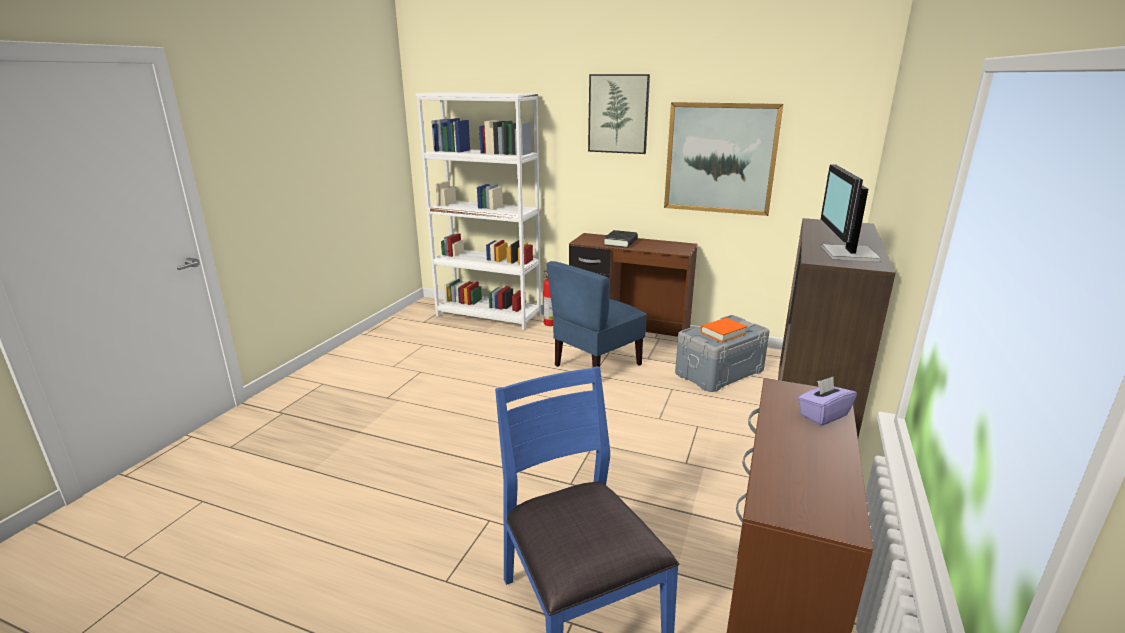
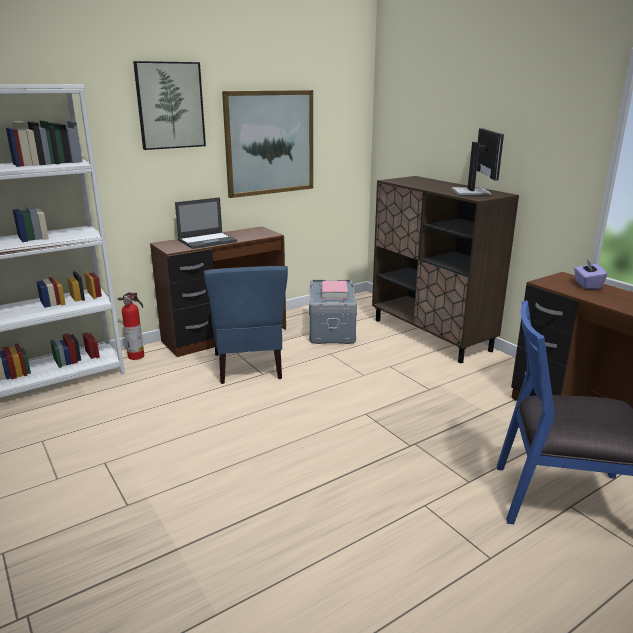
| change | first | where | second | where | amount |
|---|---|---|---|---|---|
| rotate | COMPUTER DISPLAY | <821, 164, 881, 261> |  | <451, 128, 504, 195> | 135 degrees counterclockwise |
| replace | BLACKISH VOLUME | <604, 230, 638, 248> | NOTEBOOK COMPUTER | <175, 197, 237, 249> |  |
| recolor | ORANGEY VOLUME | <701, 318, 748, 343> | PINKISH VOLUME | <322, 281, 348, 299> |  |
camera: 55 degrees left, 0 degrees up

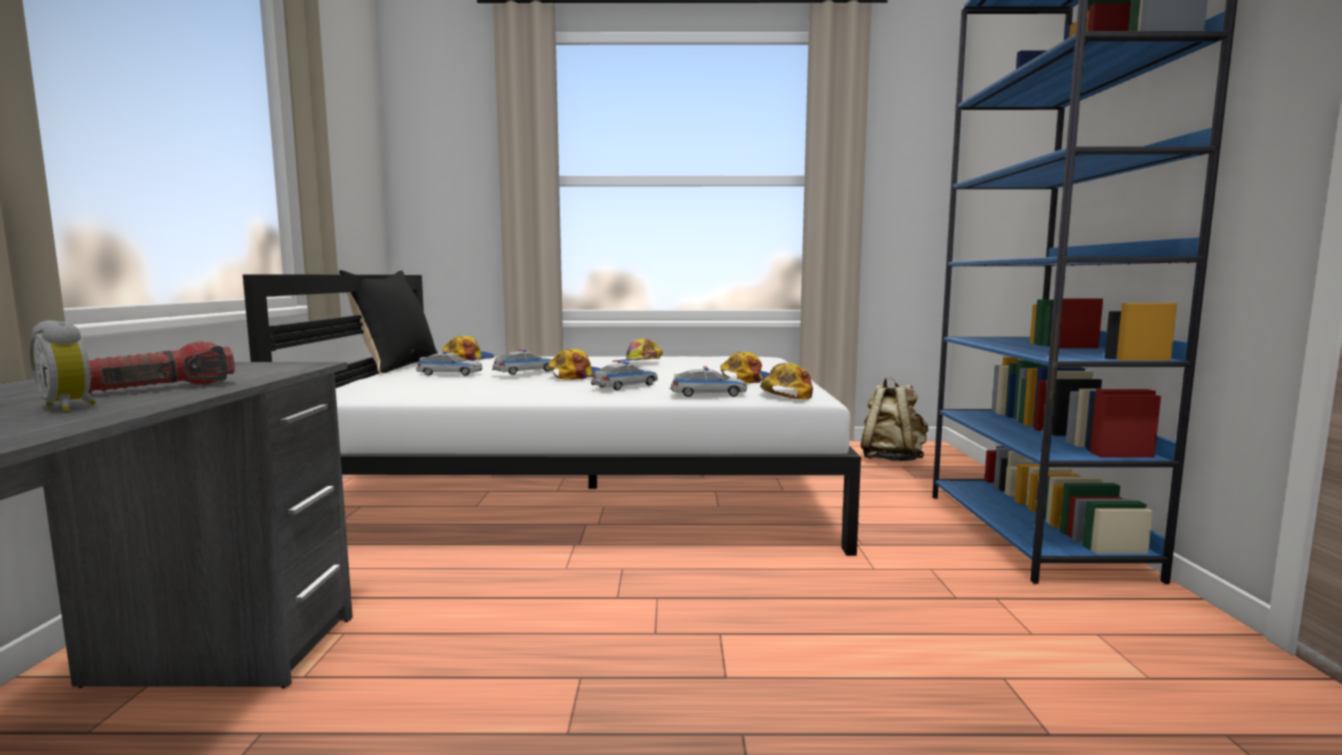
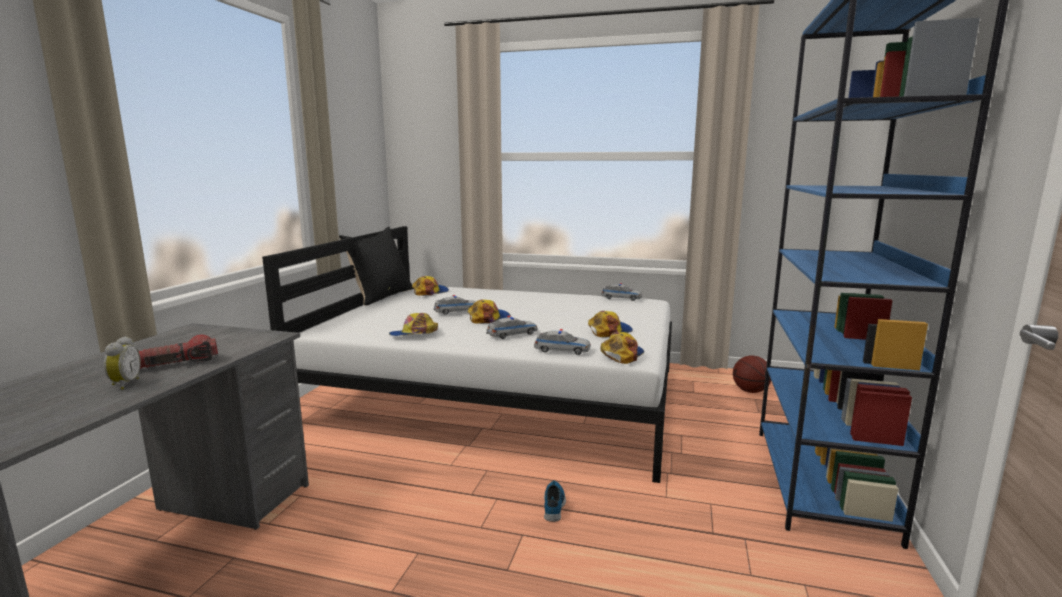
| change | first | where | second | where | amount |
|---|---|---|---|---|---|
| rotate | TABLE CLOCK | <30, 320, 96, 412> |  | <104, 336, 141, 390> | 150 degrees counterclockwise |
| move | PEAKED CAP | <612, 339, 663, 362> |  | <389, 313, 438, 336> |  |
| move | MINIATURE CAR | <416, 351, 483, 376> |  | <601, 283, 642, 301> |  |
| replace | BEIGE RUCKSACK | <861, 377, 928, 461> | BASKETBALL BALL | <733, 356, 771, 393> |  |
| insert |  |  | SHOE | <544, 480, 566, 522> |  |
camera: 15 degrees right, 5 degrees up

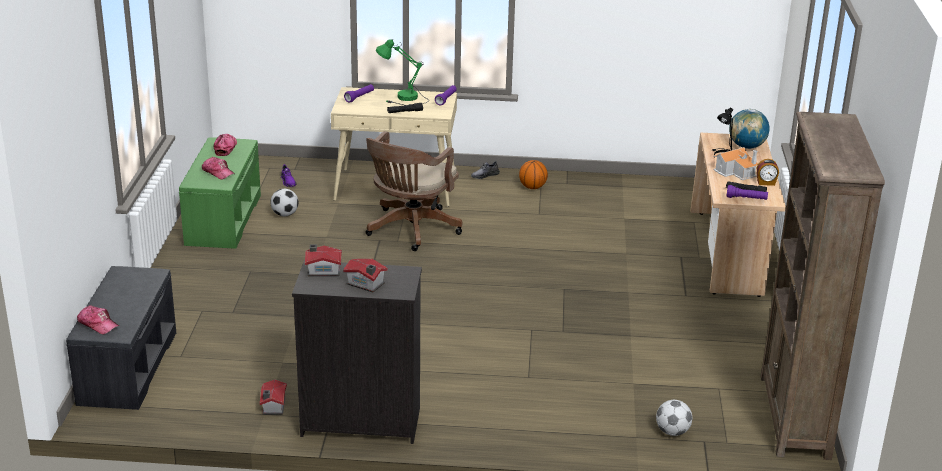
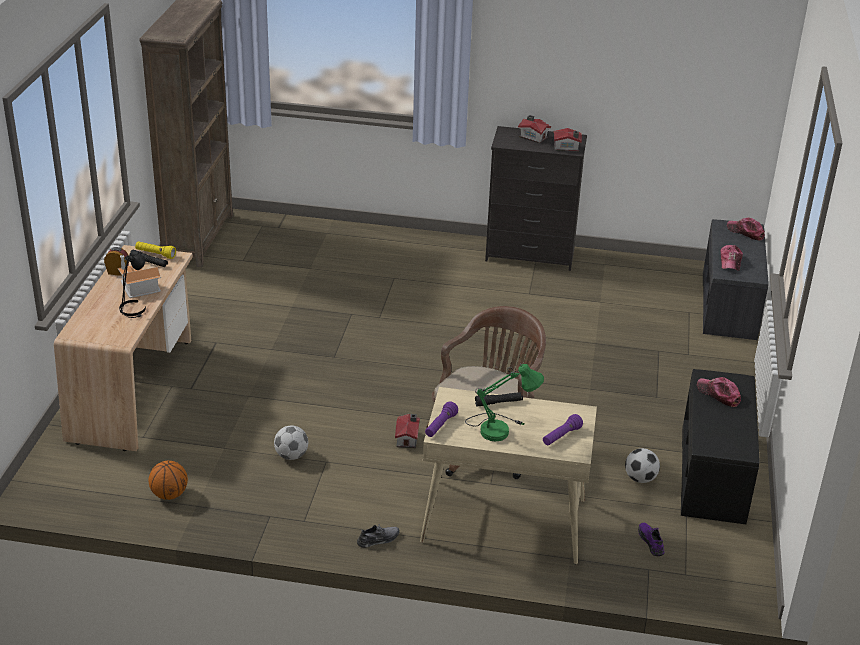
| change | first | where | second | where | amount |
|---|---|---|---|---|---|
| delete | GLOBE | <729, 109, 770, 149> |  |  |  |
| move | PEAKED CAP | <213, 134, 237, 156> |  | <721, 245, 743, 271> |  |
| recolor | GREEN-COLOURED BENCH | <179, 137, 261, 249> | BLACKISH BENCH | <681, 369, 760, 524> |  |
| move | BASKETBALL BALL | <519, 160, 548, 189> |  | <148, 461, 188, 500> |  |
| recolor | PURPLE FLASHLIGHT | <726, 185, 768, 200> | YELLOWISH FLASHLIGHT | <135, 241, 176, 259> |  |
| move | TOY HOUSE | <260, 379, 287, 415> |  | <395, 414, 420, 448> |  |
| move | FOOTBALL BALL | <656, 400, 692, 436> |  | <274, 425, 308, 460> |  |
camera: 175 degrees left, 5 degrees up

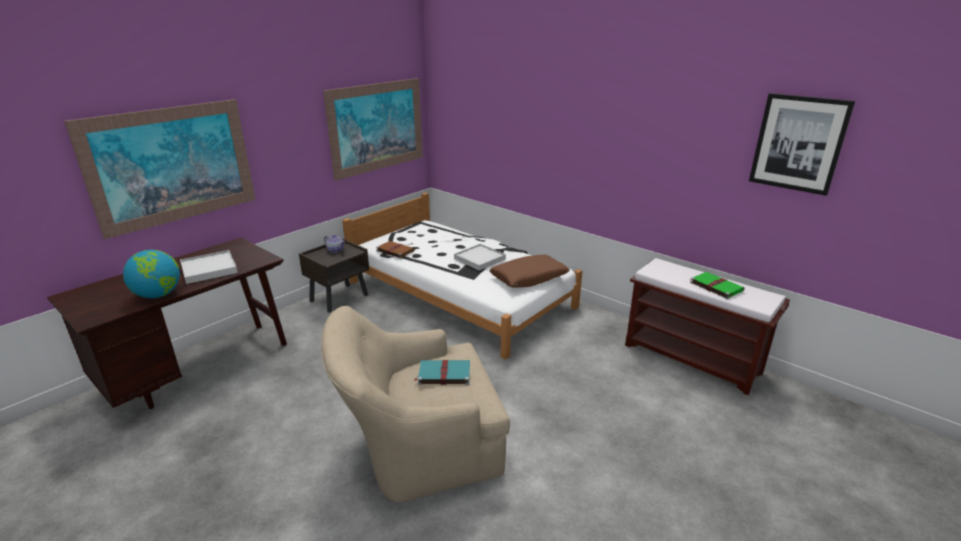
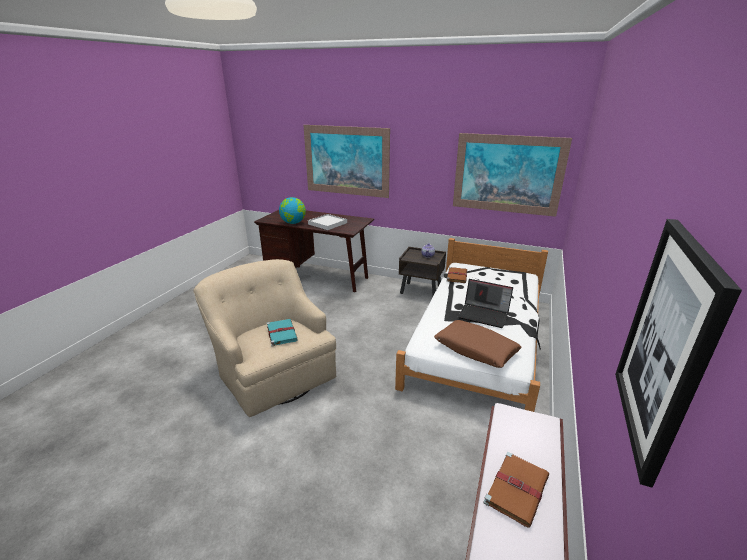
| change | first | where | second | where | amount |
|---|---|---|---|---|---|
| replace | WHITISH CARRYING TRAY | <454, 244, 506, 271> | NOTEBOOK COMPUTER | <458, 279, 513, 328> |  |
| recolor | GREEN-COLOURED VOLUME | <690, 272, 745, 299> | BROWN-COLOURED VOLUME | <483, 452, 549, 528> |  |
camera: 70 degrees right, 0 degrees up

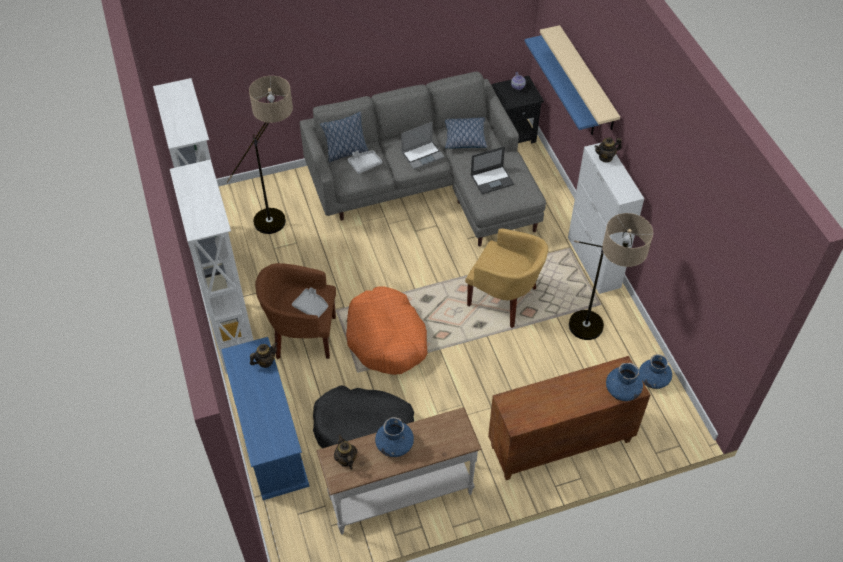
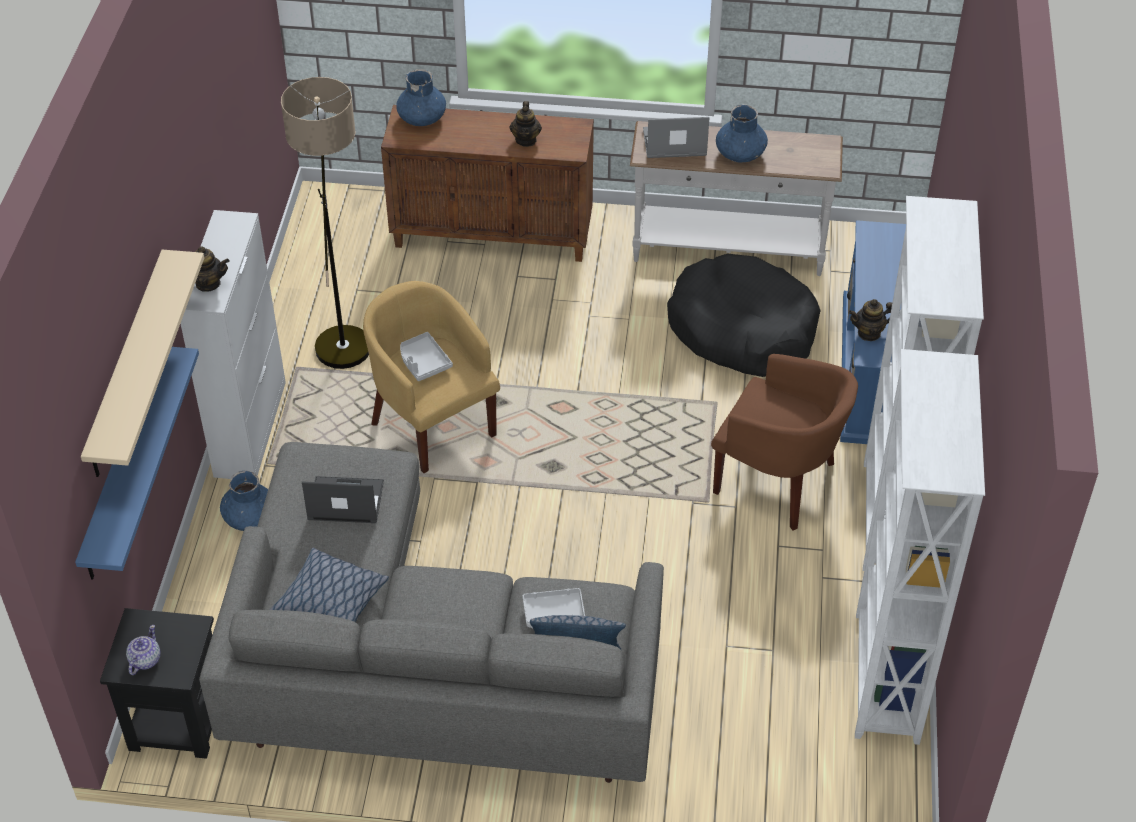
| change | first | where | second | where | amount |
|---|---|---|---|---|---|
| delete | STANDARD LAMP | <227, 76, 293, 234> |  |  |  |
| move | NOTEBOOK COMPUTER | <401, 122, 444, 169> |  | <643, 117, 709, 158> |  |
| delete | ORANGEY DOG BED | <346, 286, 428, 375> |  |  |  |
| move | GREY CARRYING TRAY | <292, 287, 328, 318> |  | <400, 332, 453, 381> |  |
| move | BLUE-COLOURED FLOWER VASE | <639, 354, 672, 389> |  | <220, 471, 268, 531> |  |
| move | TEA POT | <334, 434, 357, 470> |  | <510, 101, 542, 147> |  |
camera: 155 degrees left, 5 degrees down

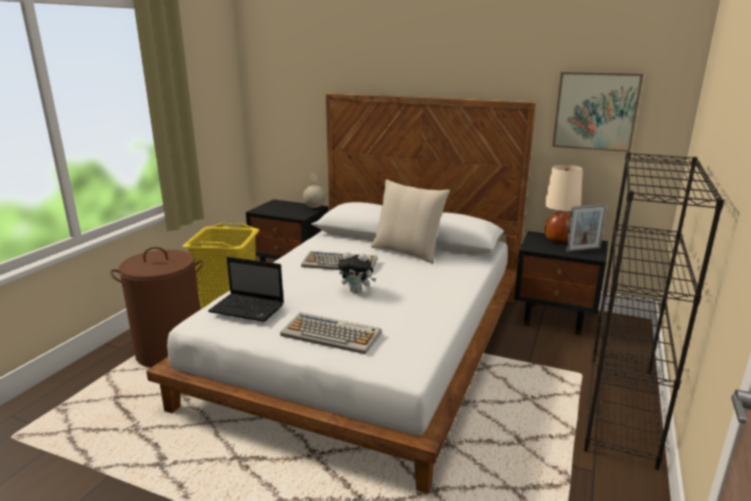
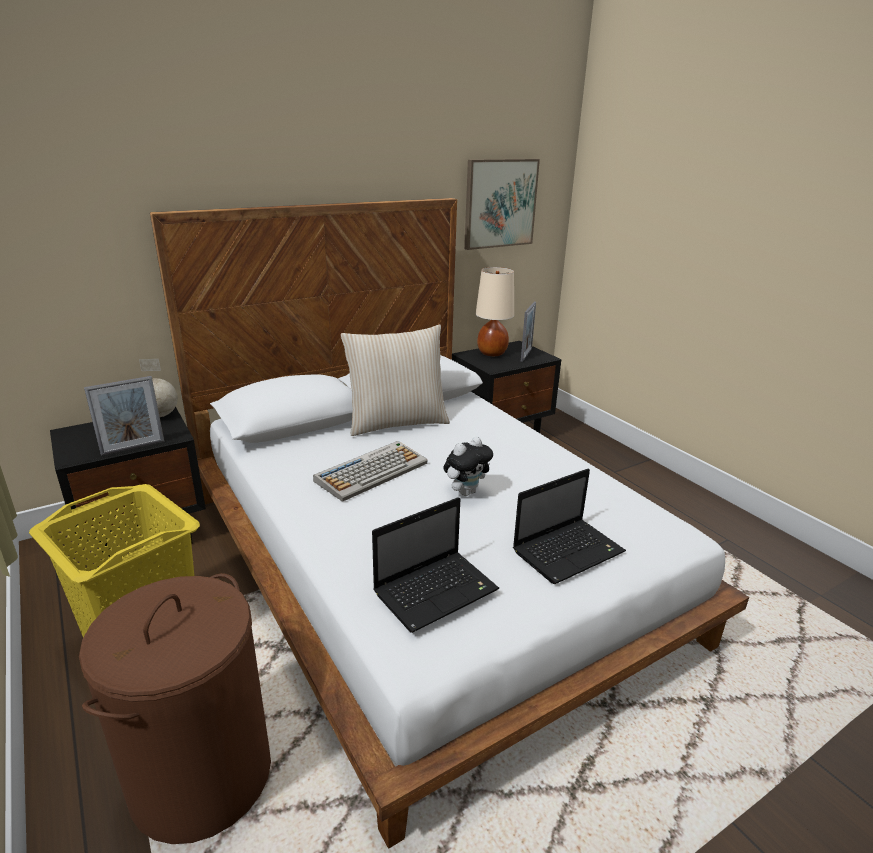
| change | first | where | second | where | amount |
|---|---|---|---|---|---|
| delete | BLACKISH BOOKSHELF | <584, 152, 724, 470> |  |  |  |
| replace | PC KEYBOARD | <280, 312, 381, 354> | NOTEBOOK COMPUTER | <513, 469, 626, 584> |  |
| insert |  |  | PHOTO FRAME | <84, 376, 164, 456> |  |
camera: 55 degrees left, 5 degrees up

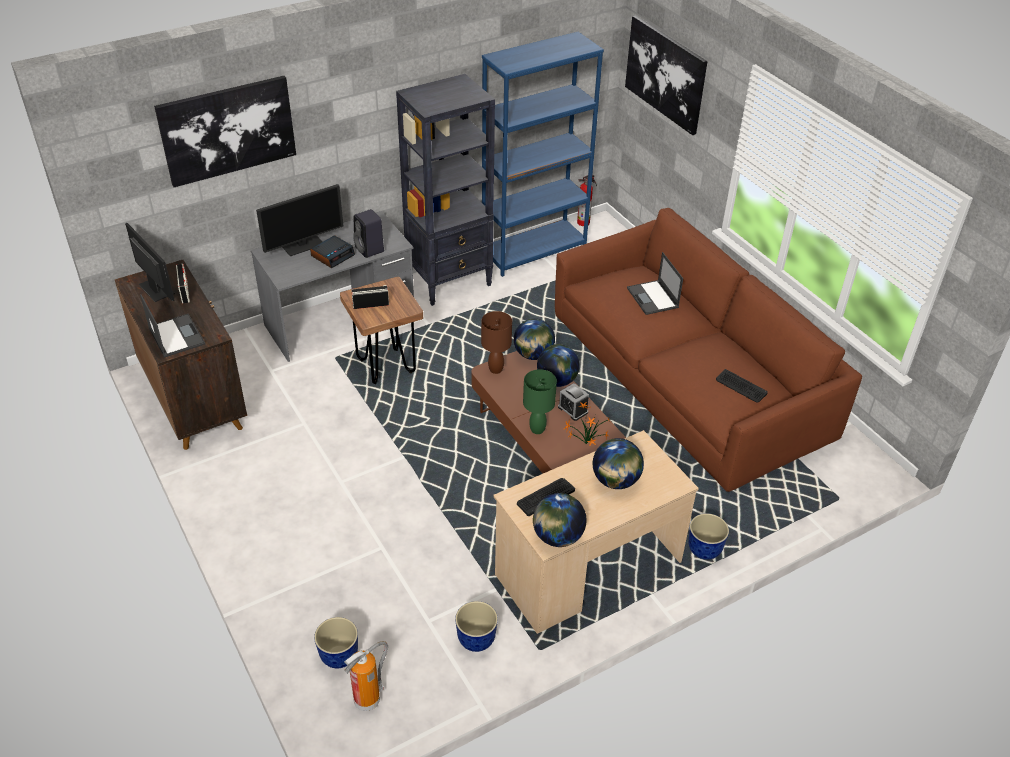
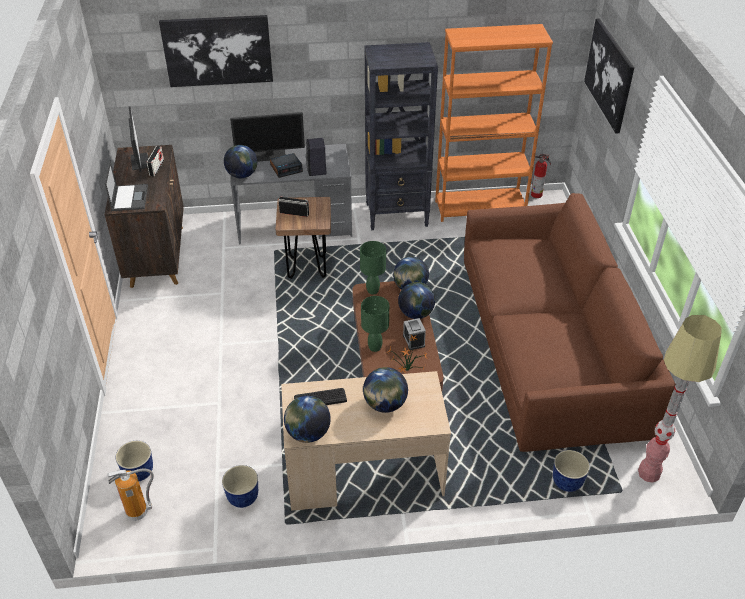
| change | first | where | second | where | amount |
|---|---|---|---|---|---|
| recolor | BLUE-COLOURED BOOKSHELF | <482, 32, 604, 277> | ORANGEY BOOKSHELF | <435, 24, 553, 222> |  |
| delete | NOTEBOOK COMPUTER | <627, 252, 683, 315> |  |  |  |
| recolor | BROWN-COLOURED TABLE LAMP | <481, 311, 512, 374> | GREEN-COLOURED TABLE LAMP | <360, 241, 386, 295> |  |
| delete | PC KEYBOARD | <716, 369, 768, 402> |  |  |  |
| move | PLANTER | <688, 513, 729, 560> |  | <553, 450, 590, 492> |  |
| insert |  |  | GLOBE | <224, 145, 257, 178> |  |
| insert |  |  | STANDARD LAMP | <638, 315, 722, 483> |  |
camera: 25 degrees right, 0 degrees up

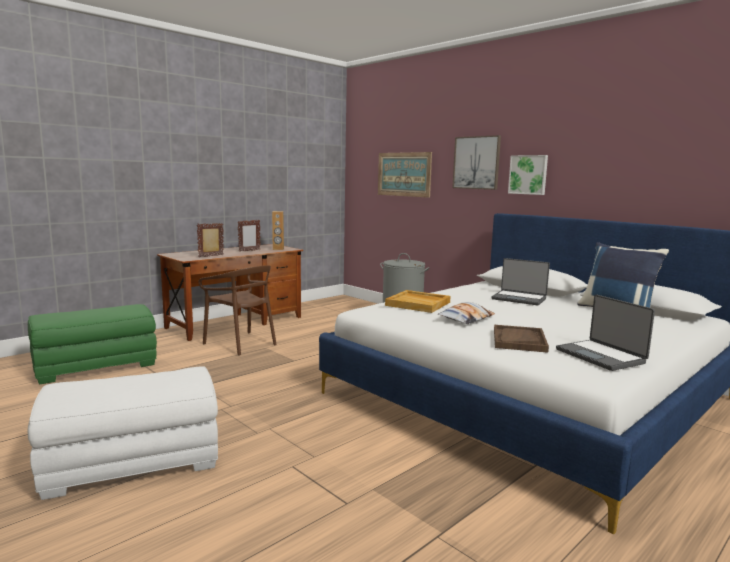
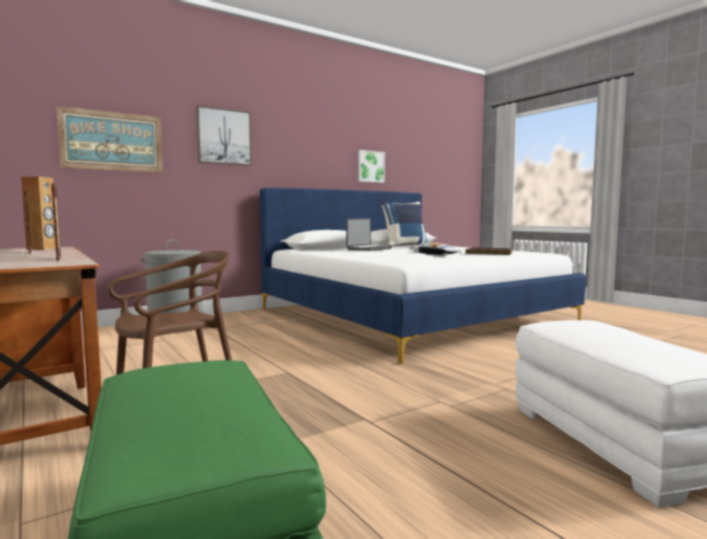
| change | first | where | second | where | amount |
|---|---|---|---|---|---|
| move | PICTURE | <508, 155, 548, 195> |  | <358, 150, 385, 183> |  |
| delete | BEIGE CARRYING TRAY | <385, 290, 451, 313> |  |  |  |
| delete | NOTEBOOK COMPUTER | <556, 295, 655, 371> |  |  |  |
camera: 80 degrees left, 5 degrees down

